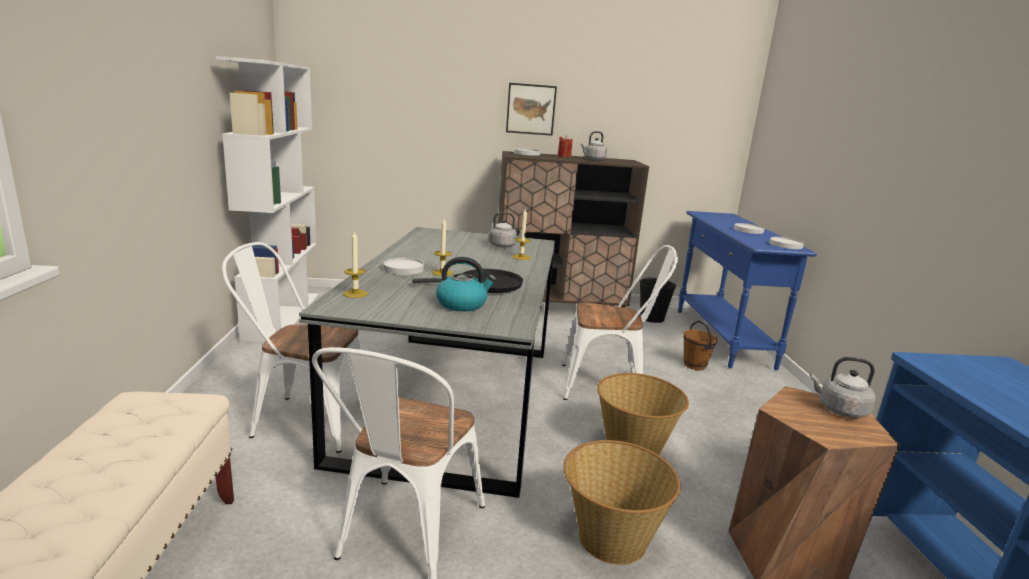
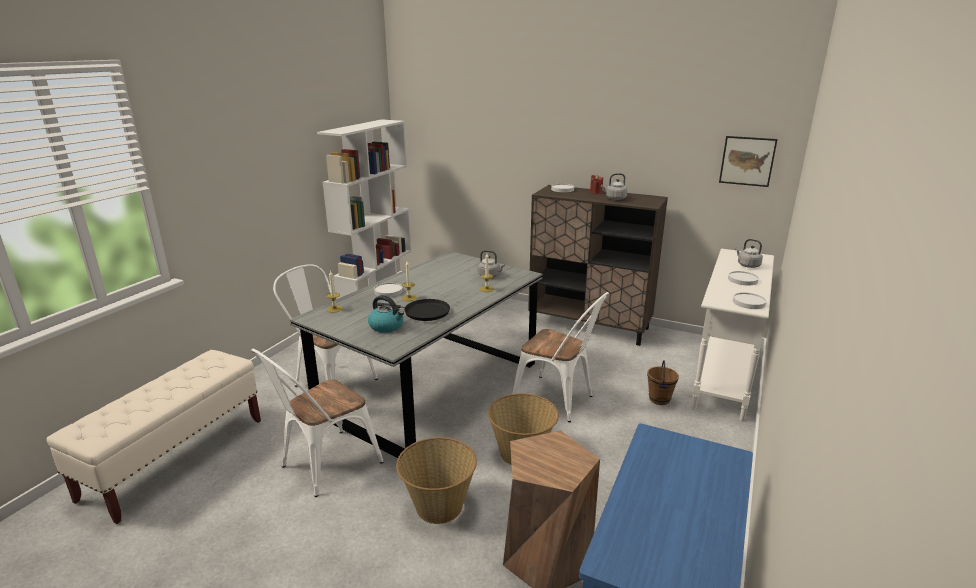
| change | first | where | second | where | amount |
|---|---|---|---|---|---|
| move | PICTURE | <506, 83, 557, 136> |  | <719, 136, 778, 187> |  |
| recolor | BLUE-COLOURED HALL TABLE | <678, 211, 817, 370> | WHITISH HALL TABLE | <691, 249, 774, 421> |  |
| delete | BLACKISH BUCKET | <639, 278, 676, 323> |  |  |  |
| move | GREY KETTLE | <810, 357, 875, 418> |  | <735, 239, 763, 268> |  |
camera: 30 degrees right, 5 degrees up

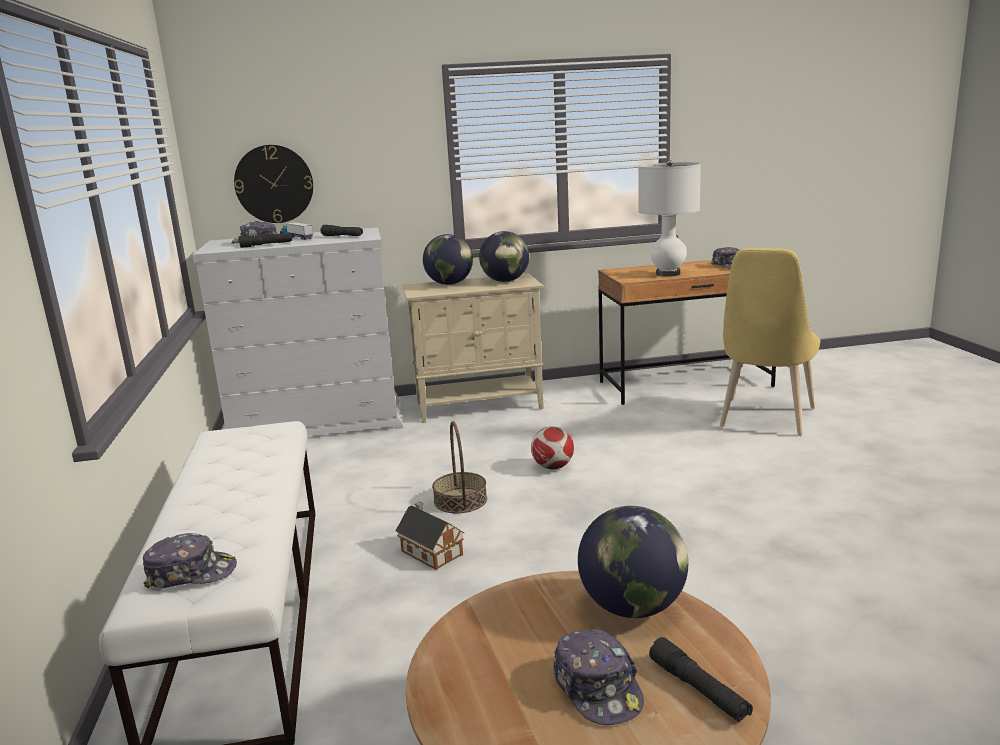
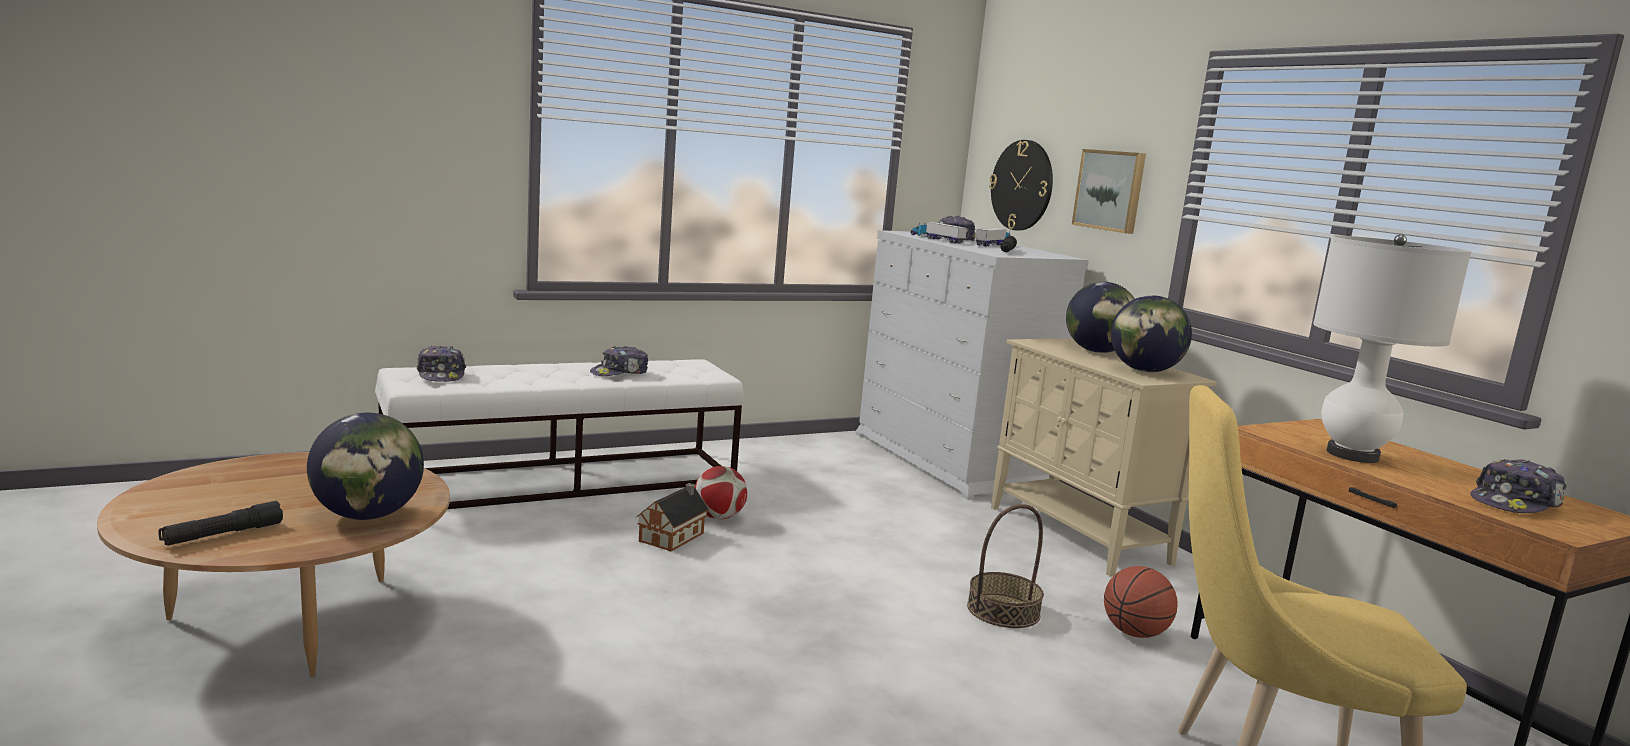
| change | first | where | second | where | amount |
|---|---|---|---|---|---|
| replace | BLACKISH FLASHLIGHT | <239, 233, 292, 248> | TOY TRUCK | <911, 222, 967, 244> |  |
| move | BASKET | <432, 421, 487, 513> |  | <967, 504, 1044, 628> |  |
| move | FOOTBALL BALL | <531, 427, 574, 470> |  | <695, 466, 747, 519> |  |
| move | PEAKED CAP | <553, 629, 644, 725> |  | <590, 346, 648, 376> |  |
| insert |  |  | PICTURE | <1072, 149, 1146, 234> |  |
| insert |  |  | BASKETBALL BALL | <1104, 566, 1178, 638> |  |
camera: 70 degrees right, 5 degrees down

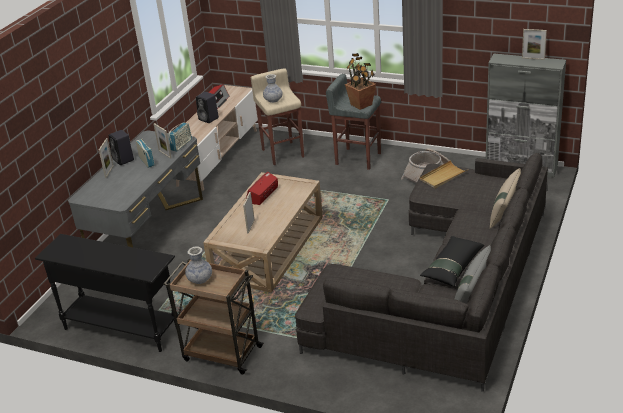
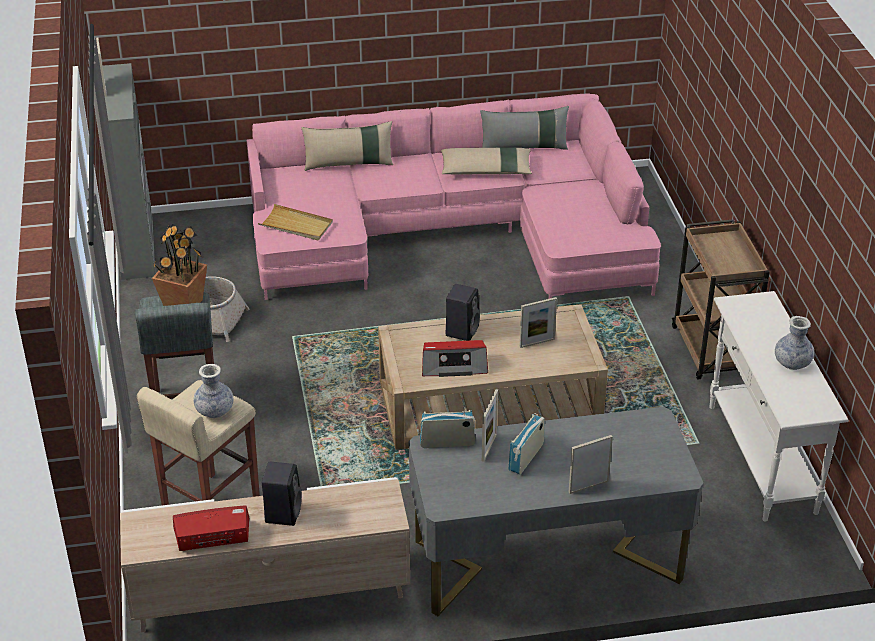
| change | first | where | second | where | amount |
|---|---|---|---|---|---|
| move | BLACKISH SPEAKER | <108, 130, 134, 165> |  | <446, 284, 480, 341> |  |
| recolor | GREY COUCH | <295, 153, 548, 392> | PINKISH COUCH | <247, 93, 661, 300> |  |
| recolor | BLACKISH HALL TABLE | <35, 234, 178, 352> | WHITISH HALL TABLE | <709, 291, 849, 522> |  |
| recolor | BLACKISH CUSHION | <420, 236, 484, 287> | BEIGE CUSHION | <441, 147, 532, 174> |  |
| move | FLOWER VASE | <185, 246, 212, 284> |  | <775, 316, 814, 370> |  |
camera: 125 degrees left, 5 degrees up

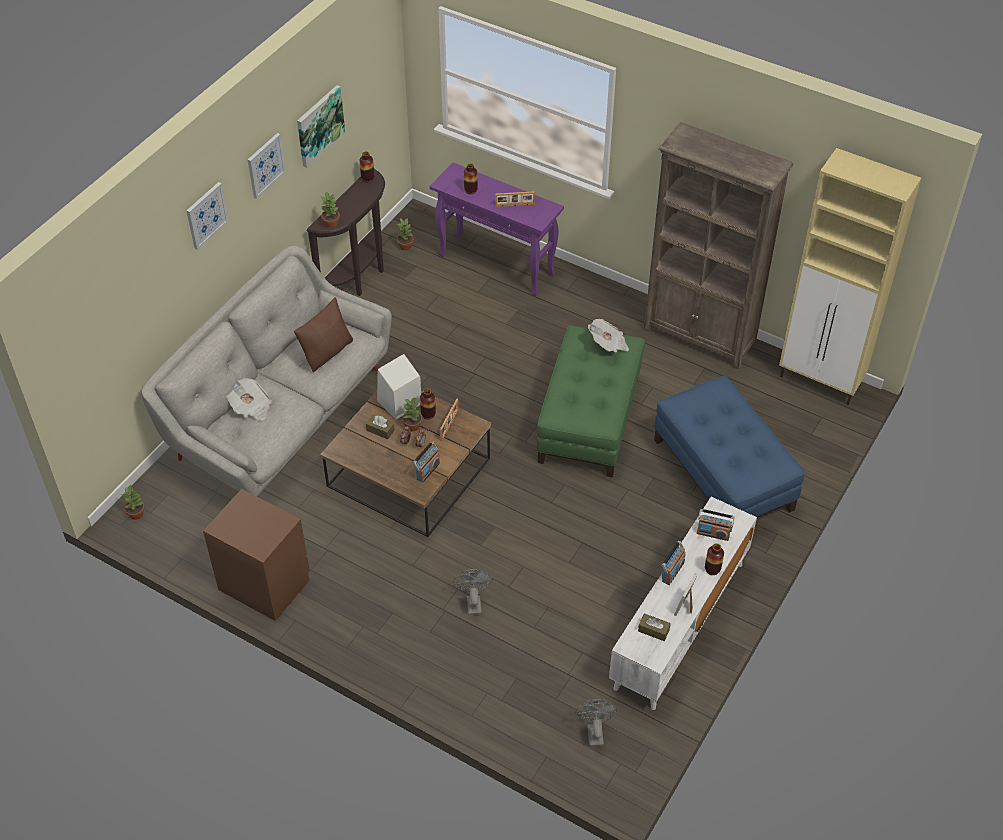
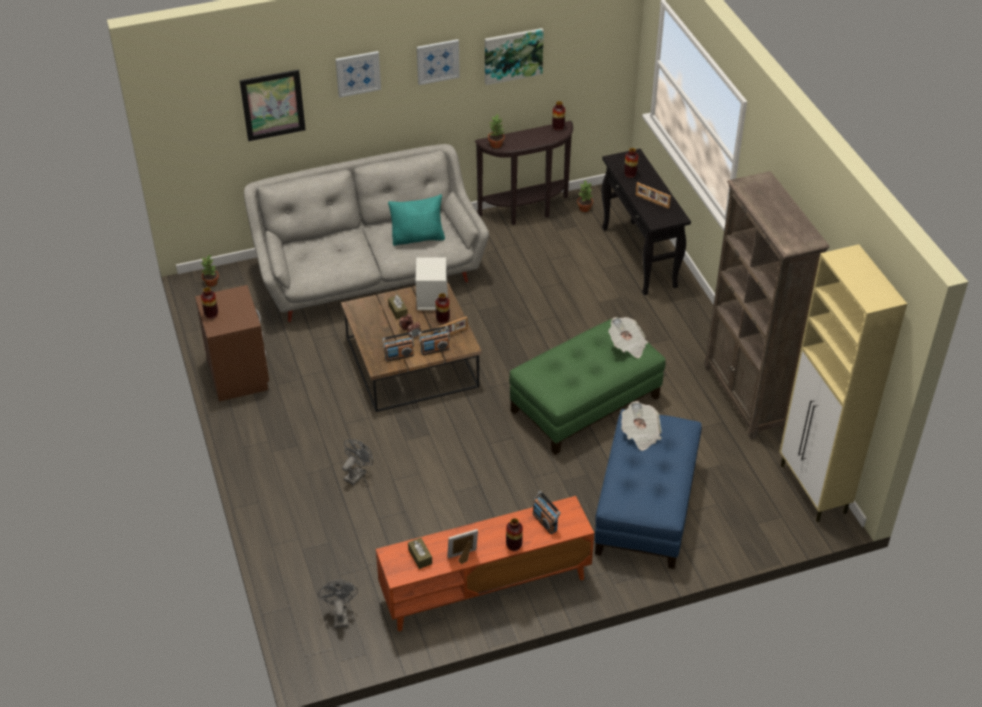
| change | first | where | second | where | amount |
|---|---|---|---|---|---|
| recolor | PURPLE HALL TABLE | <430, 163, 564, 296> | BLACKISH HALL TABLE | <602, 149, 691, 295> |  |
| recolor | BROWN-COLOURED CUSHION | <294, 297, 353, 372> | BLUE-GREEN CUSHION | <388, 194, 445, 246> |  |
| move | NEWSPAPER | <226, 378, 272, 421> |  | <621, 401, 662, 451> |  |
| delete | HOUSEPLANT | <402, 396, 422, 431> |  |  |  |
| recolor | WHITISH MEDIA CONSOLE | <609, 497, 757, 710> | ORANGEY MEDIA CONSOLE | <376, 496, 594, 631> |  |
| move | RADIO RECEIVER | <662, 541, 686, 585> |  | <418, 326, 450, 355> |  |
| rotate | GREY FAN | <575, 699, 617, 747> |  | <318, 580, 358, 628> | 45 degrees counterclockwise |
| insert |  |  | PICTURE | <240, 69, 306, 141> |  |
| insert |  |  | FLOWER VASE | <201, 287, 218, 319> |  |
camera: 40 degrees right, 5 degrees down

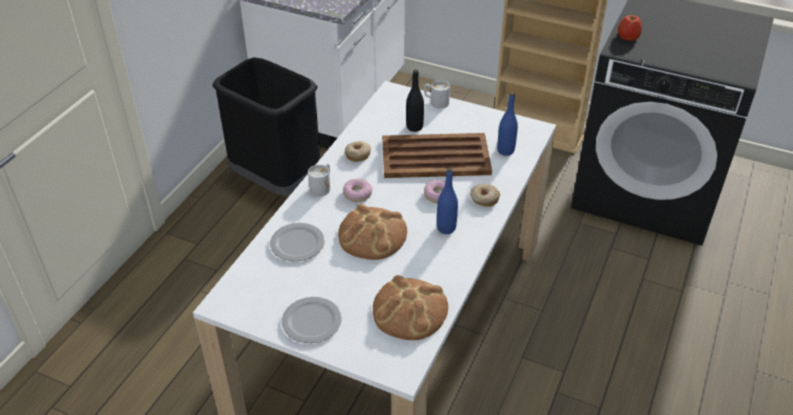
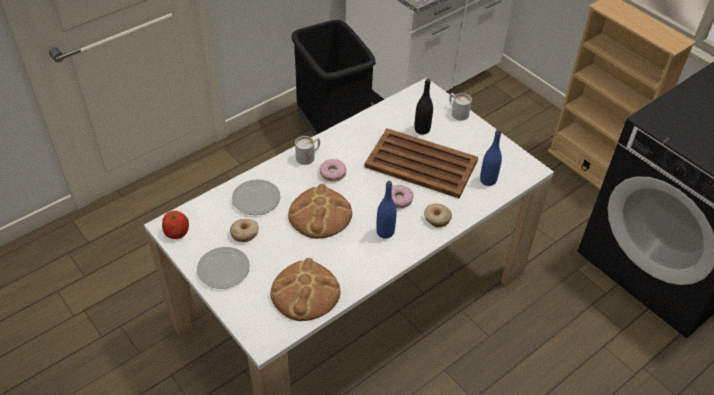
| change | first | where | second | where | amount |
|---|---|---|---|---|---|
| move | WHOLE APPLE | <618, 15, 642, 41> |  | <162, 211, 189, 239> |  |
| move | RING DOUGHNUT | <345, 141, 371, 162> |  | <230, 219, 259, 242> |  |
camera: 25 degrees right, 5 degrees up

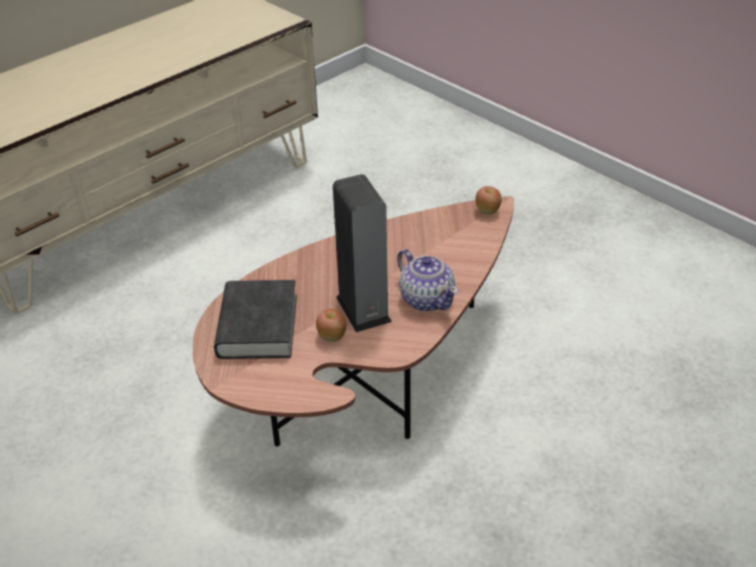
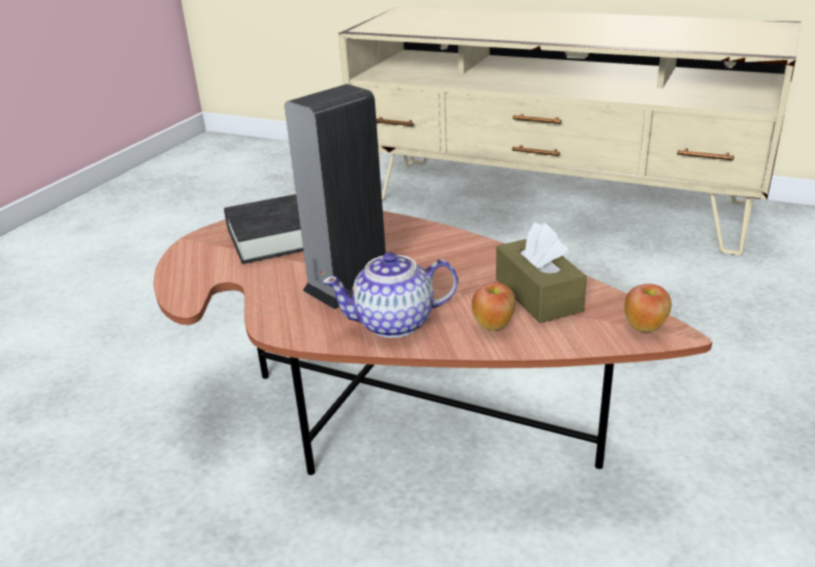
| change | first | where | second | where | amount |
|---|---|---|---|---|---|
| rotate | TEA POT | <397, 249, 459, 311> |  | <322, 252, 458, 338> | 45 degrees clockwise |
| move | WHOLE APPLE | <316, 309, 346, 342> |  | <472, 283, 516, 331> |  |
| insert |  |  | BROWN-COLOURED TISSUE HOLDER | <496, 222, 587, 323> |  |
camera: 70 degrees right, 10 degrees down

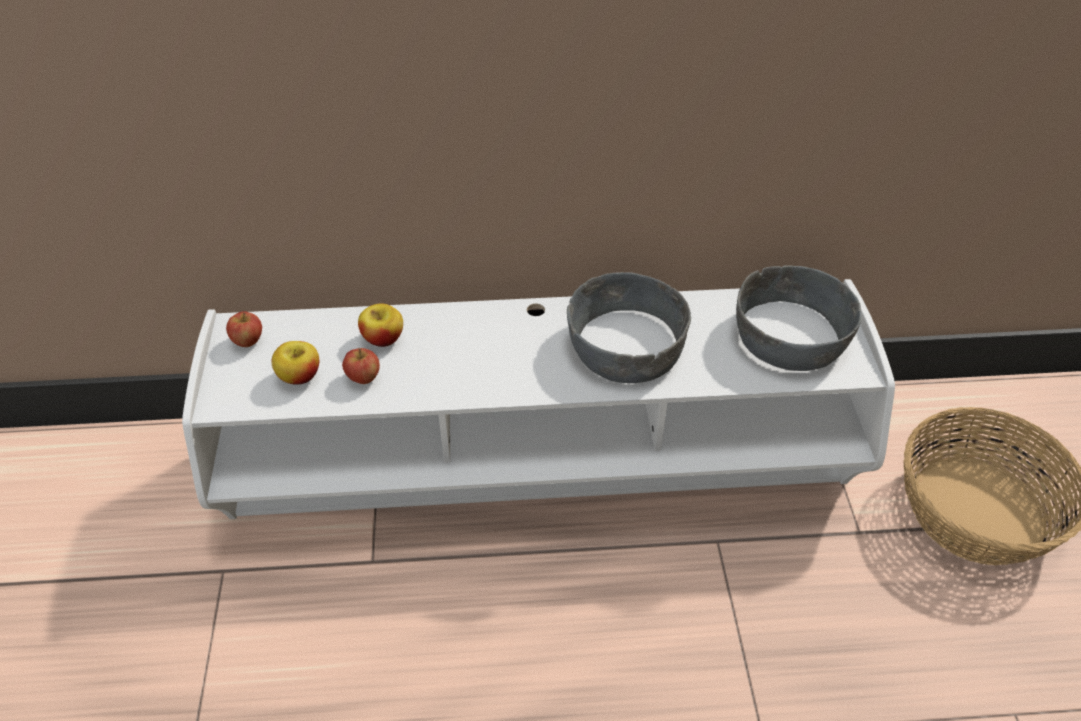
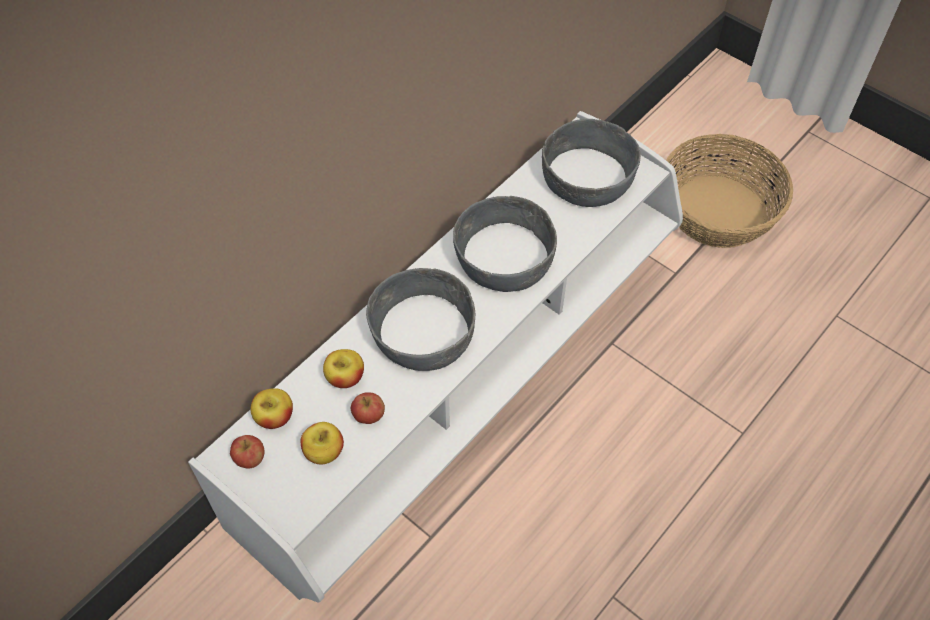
| change | first | where | second | where | amount |
|---|---|---|---|---|---|
| insert |  |  | GREY BOWL | <366, 268, 475, 371> |  |
| insert |  |  | WHOLE APPLE | <251, 388, 293, 429> |  |
camera: 45 degrees left, 10 degrees up

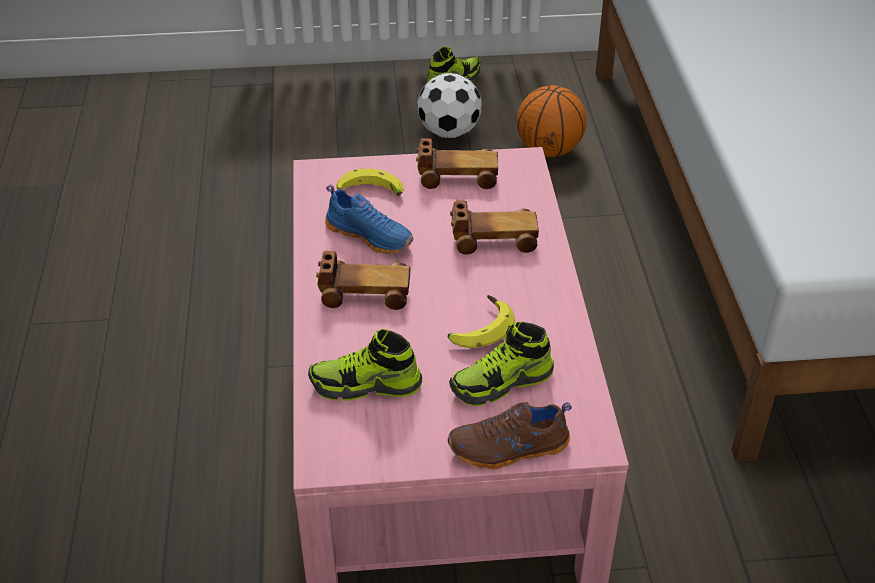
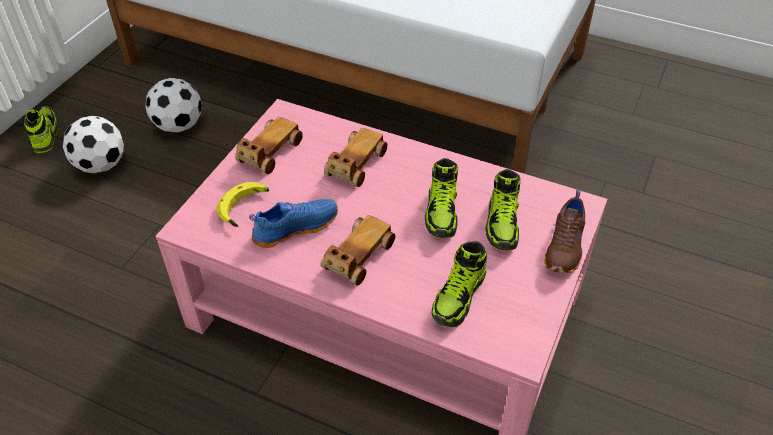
| change | first | where | second | where | amount |
|---|---|---|---|---|---|
| replace | BASKETBALL BALL | <517, 85, 587, 157> | FOOTBALL BALL | <146, 78, 202, 133> |  |
| replace | WHOLE BANANA | <448, 295, 515, 348> | SHOE | <425, 158, 458, 238> |  |
camera: 60 degrees left, 5 degrees up

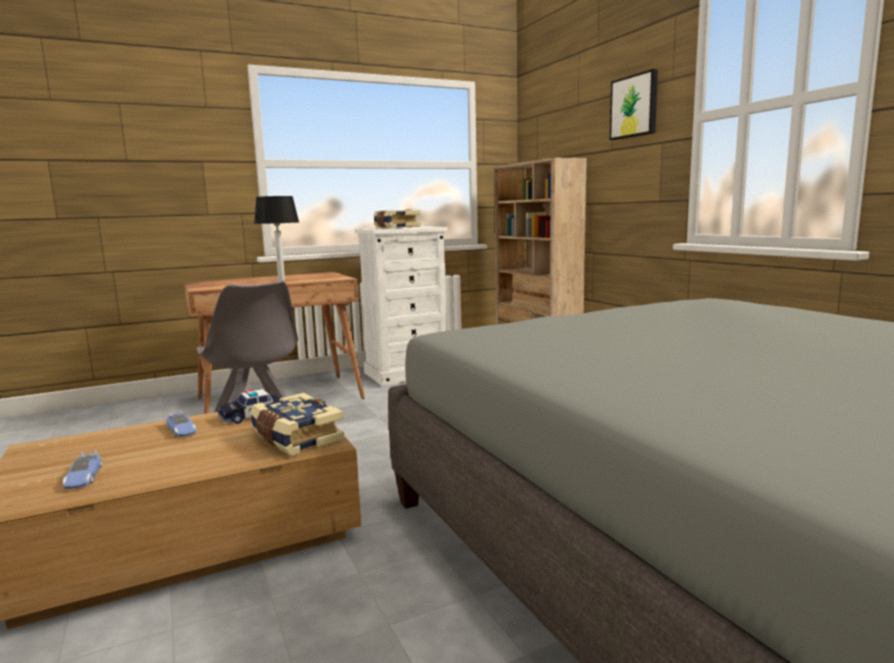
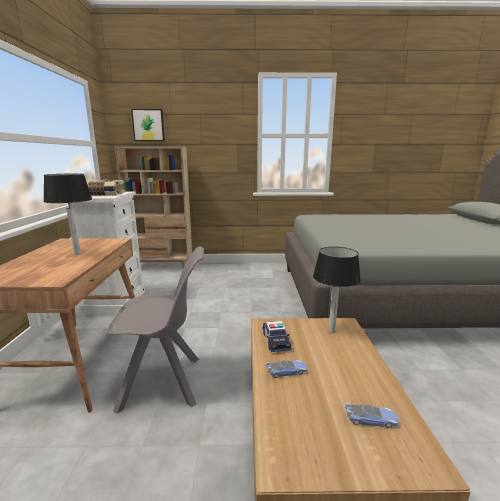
| change | first | where | second | where | amount |
|---|---|---|---|---|---|
| move | PICTURE | <610, 69, 658, 140> |  | <131, 109, 165, 141> |  |
| replace | VOLUME | <250, 393, 345, 456> | TABLE LAMP | <313, 247, 361, 333> |  |
camera: 65 degrees left, 5 degrees up

